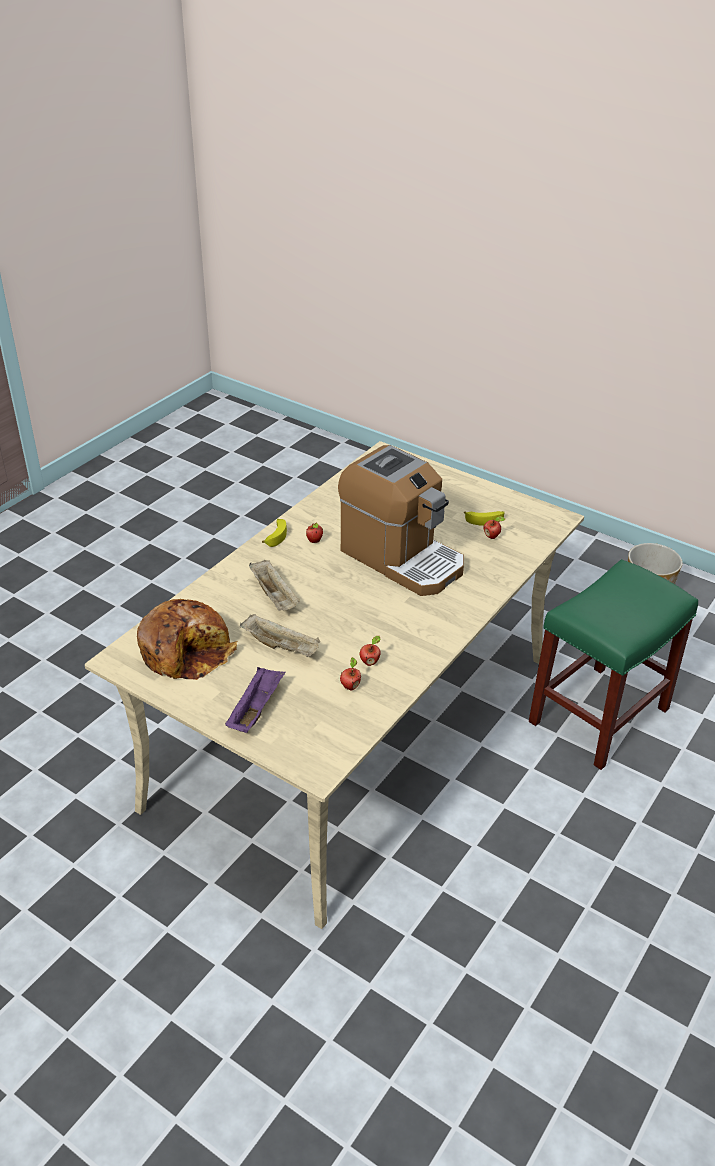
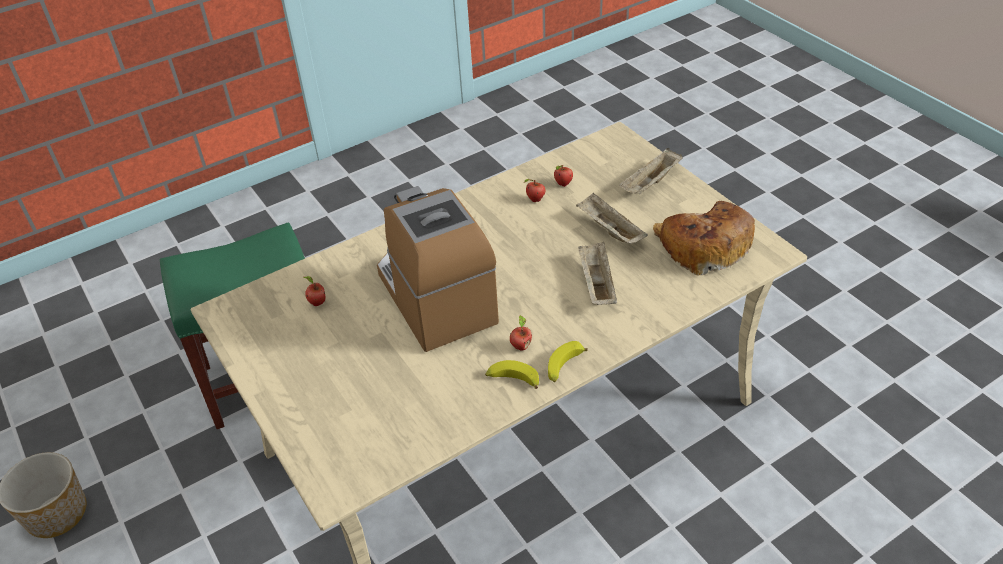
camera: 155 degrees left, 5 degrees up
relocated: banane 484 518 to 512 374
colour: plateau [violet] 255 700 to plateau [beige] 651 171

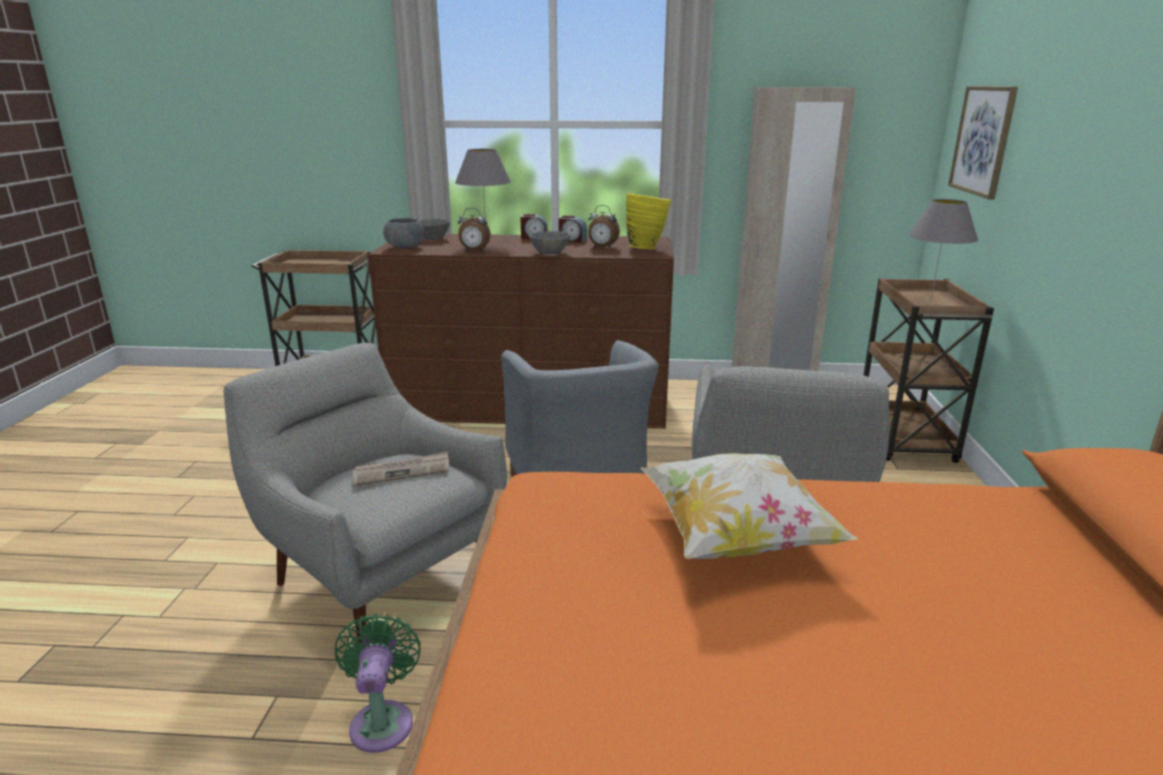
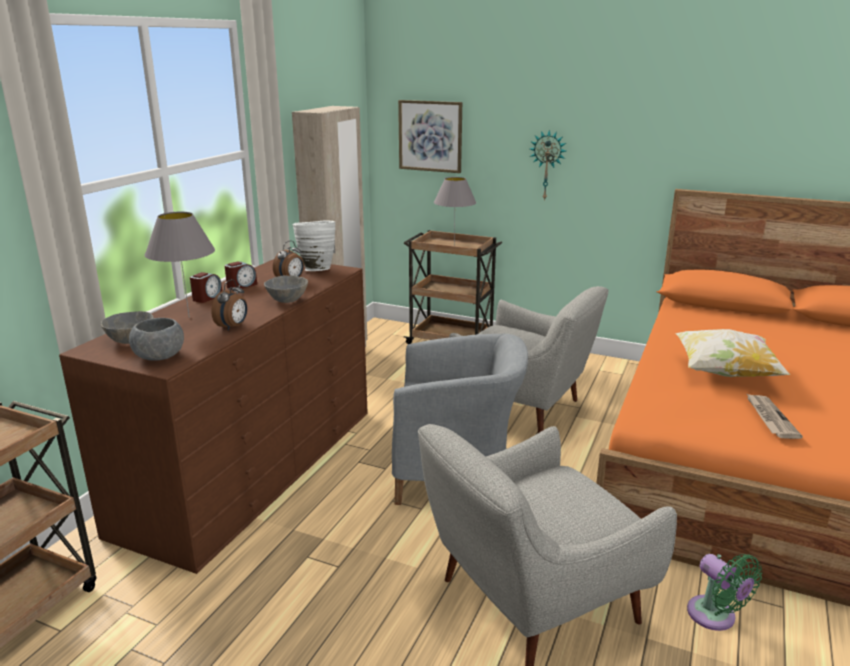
camera: 70 degrees left, 0 degrees up
appeared: horloge murale 548 165
relocated: journal 400 468 to 774 416
colour: vase [jaune] 648 221 to vase [blanc] 313 246
spun: ventilateur [vert] 378 683 = 724 592 135 degrees counterclockwise

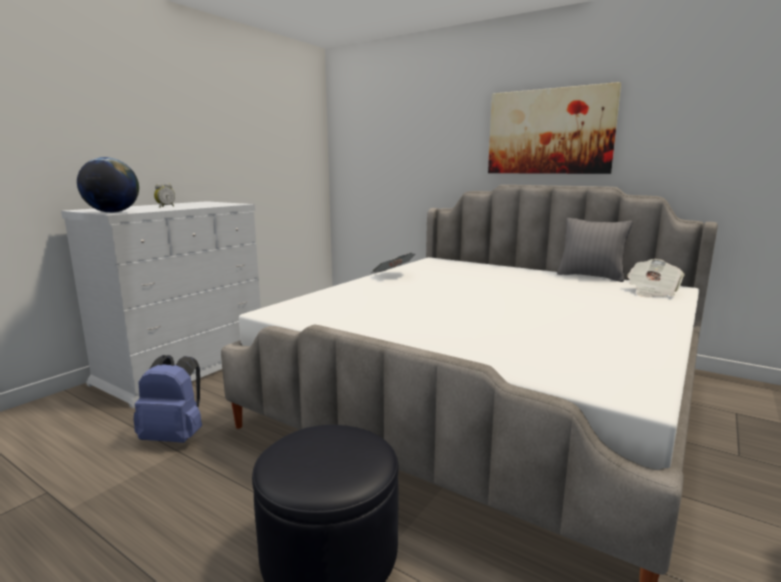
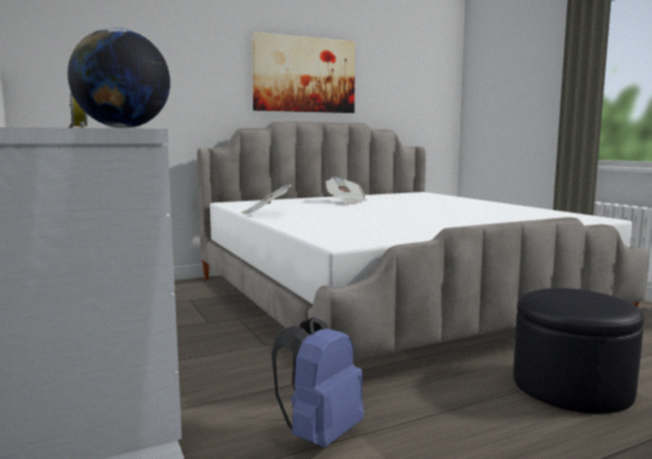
camera: 60 degrees left, 5 degrees down
missing: coussin [gris] 595 250
relocated: journal 655 278 to 345 191

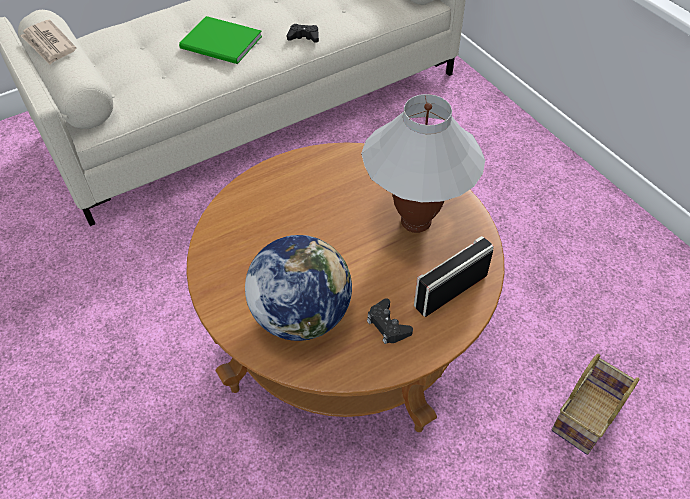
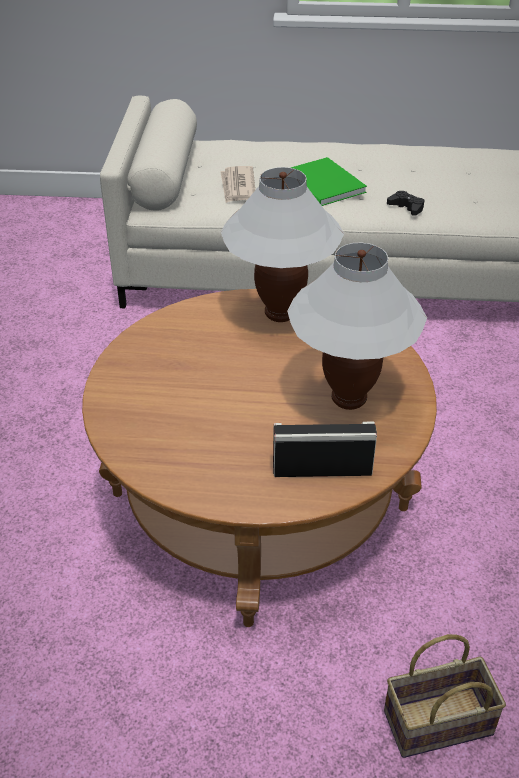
camera: 35 degrees right, 10 degrees down
missing: globe 298 288; manette [noir] 390 321
appeared: lampe de table [blanc] 282 244
relocated: journal 48 42 to 237 184

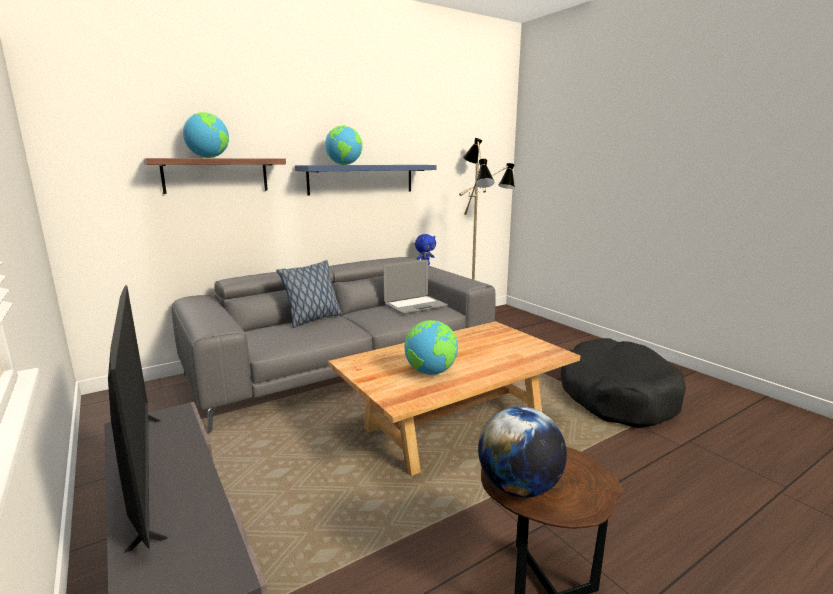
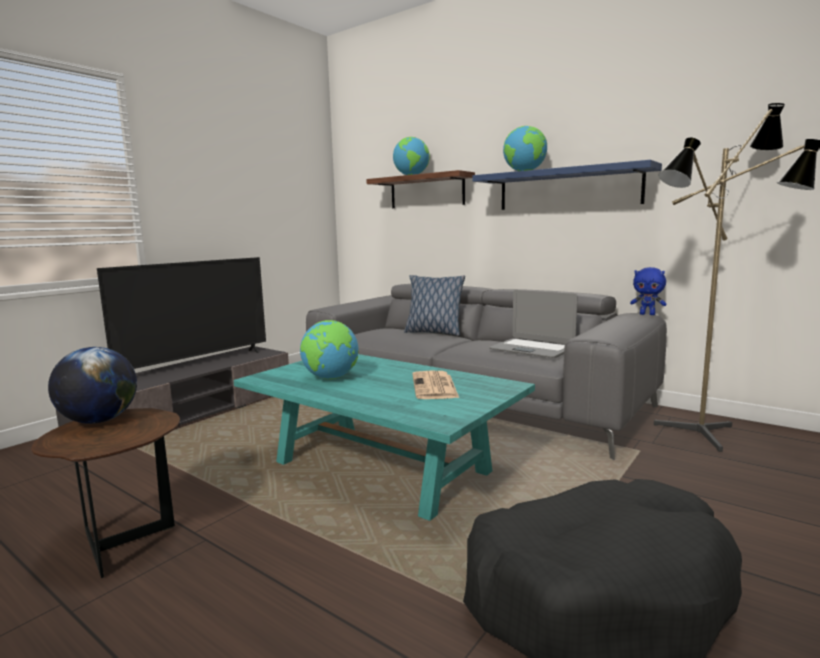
camera: 70 degrees right, 5 degrees down
appeared: journal 435 385
colour: table basse [beige] 454 398 to table basse [turquoise] 384 437

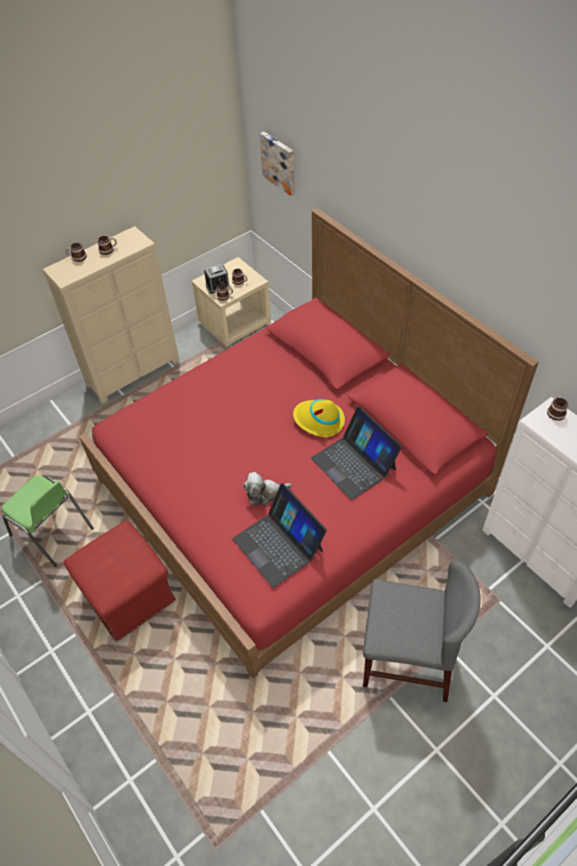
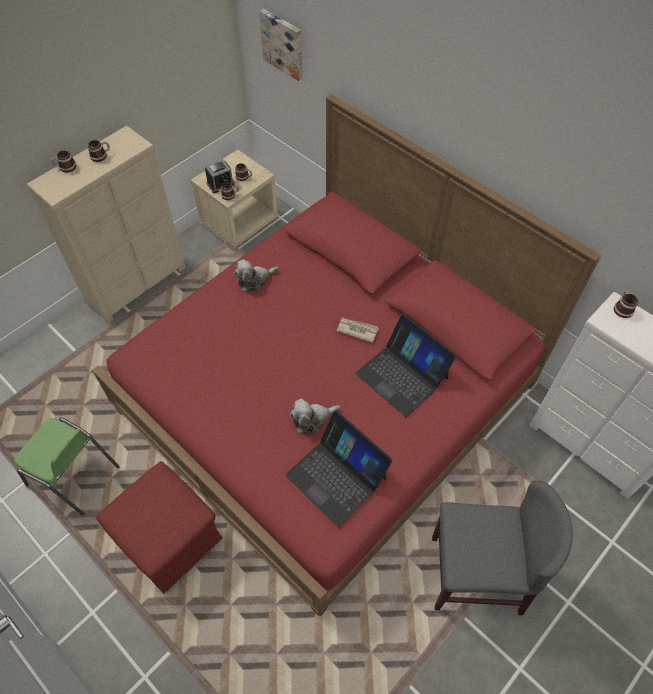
camera: 10 degrees left, 5 degrees up
appeared: peluche 256 275
exchanged: chapeau [jaune] 319 418 to journal 358 330

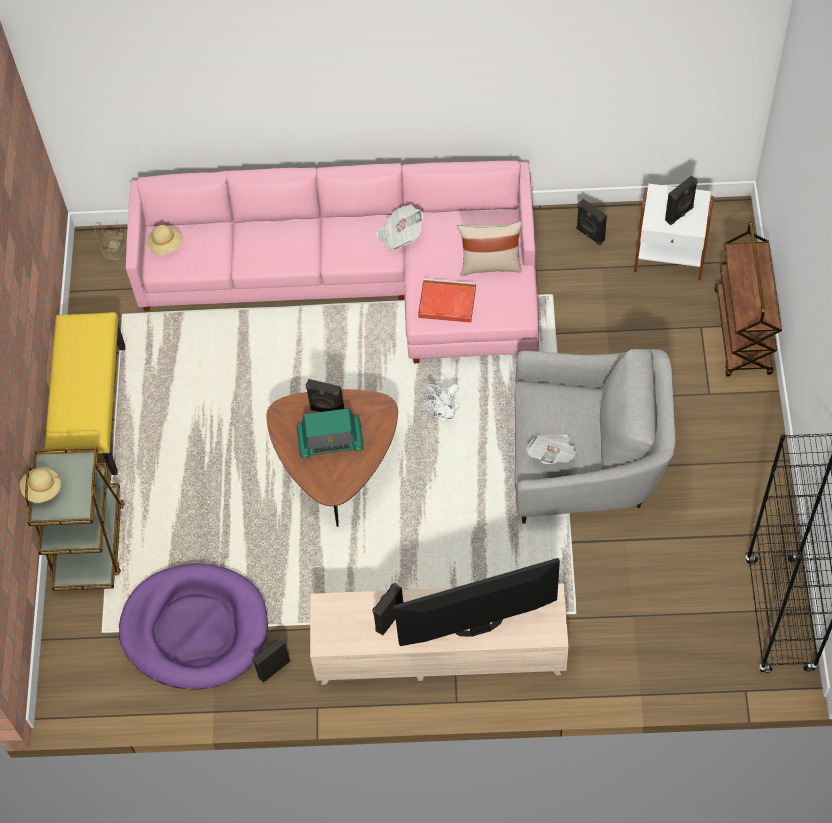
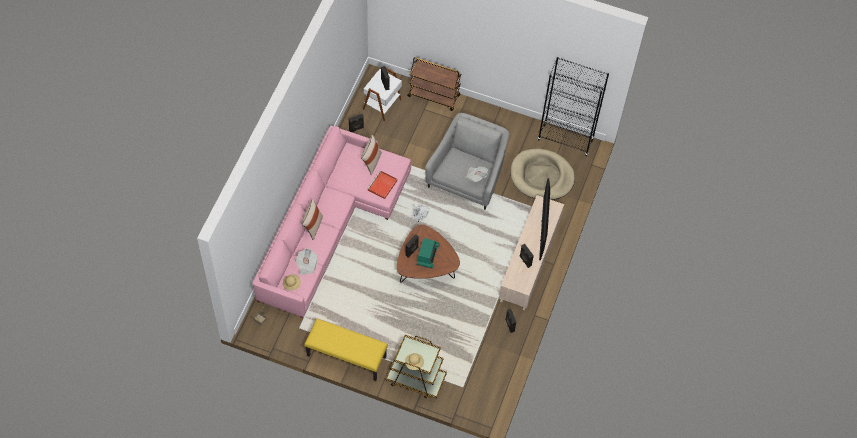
camera: 75 degrees left, 0 degrees up
missing: panier pour chien [violet] 193 626
appeared: panier pour chien [beige] 543 174; coussin [beige] 312 219
relocated: journal 399 228 to 306 261

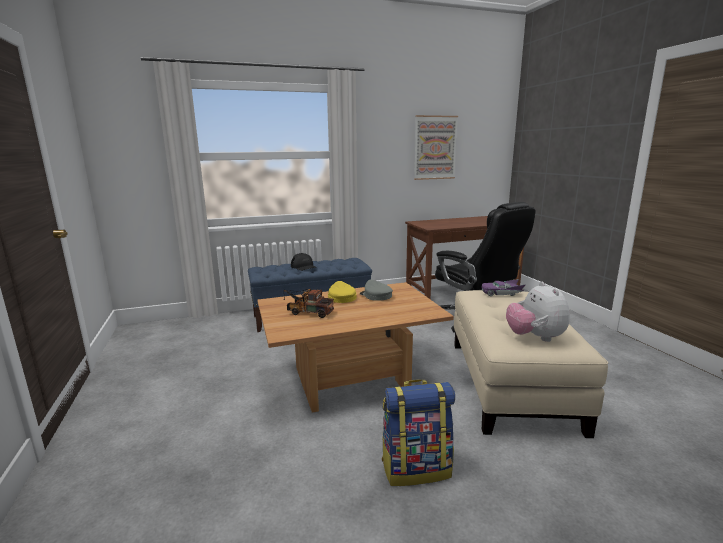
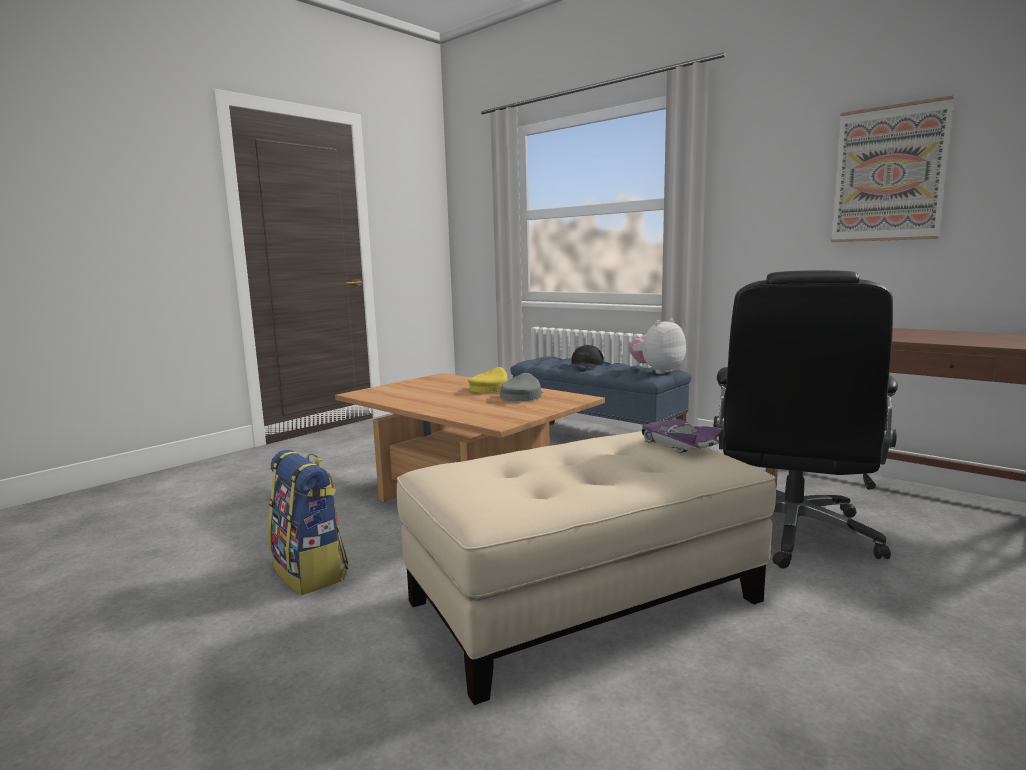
camera: 60 degrees right, 5 degrees down
missing: camion jouet 308 303
relocated: peluche 538 312 to 657 346

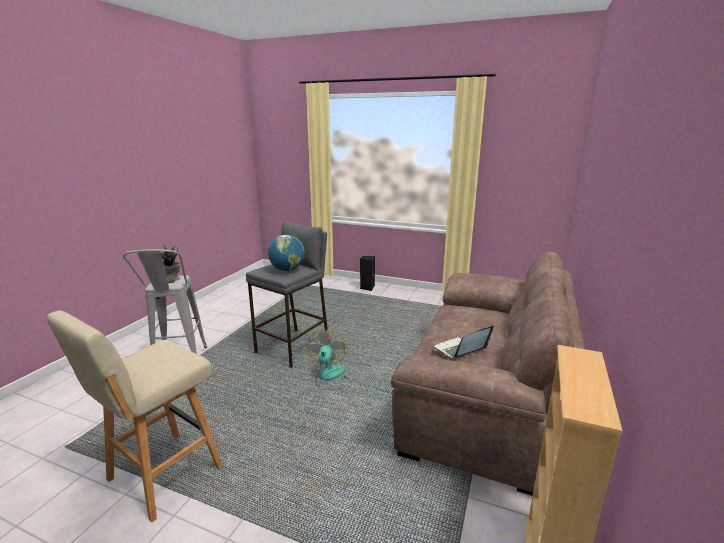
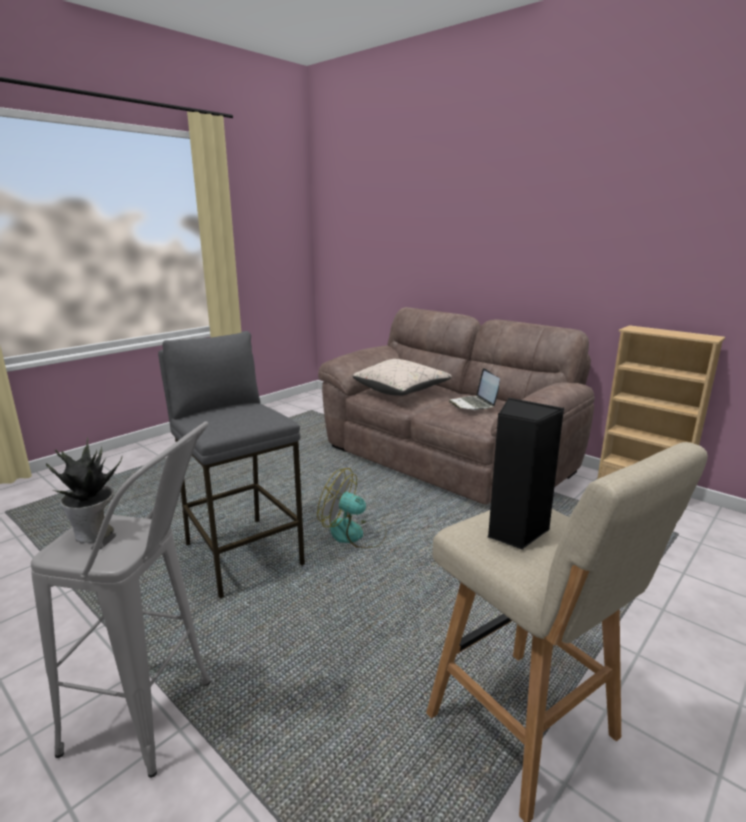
camera: 70 degrees left, 0 degrees up
missing: globe 286 253
appeared: coussin [beige] 402 377
relocated: enceinte [noir] 367 273 to 526 474

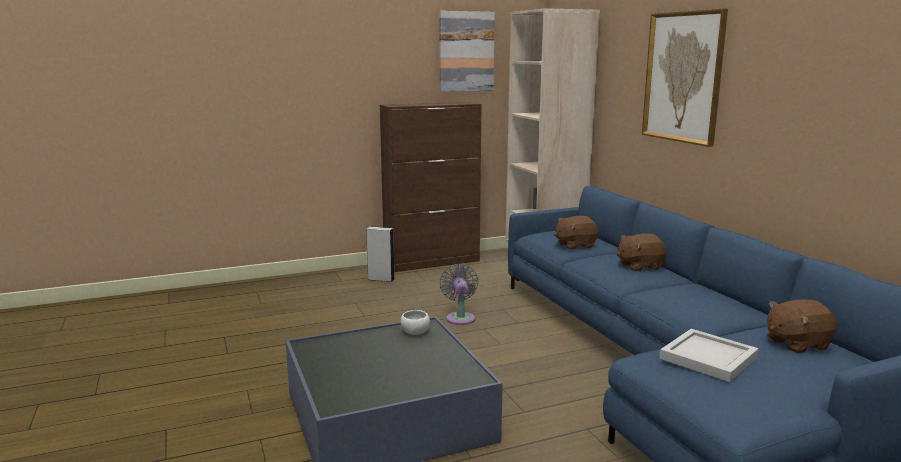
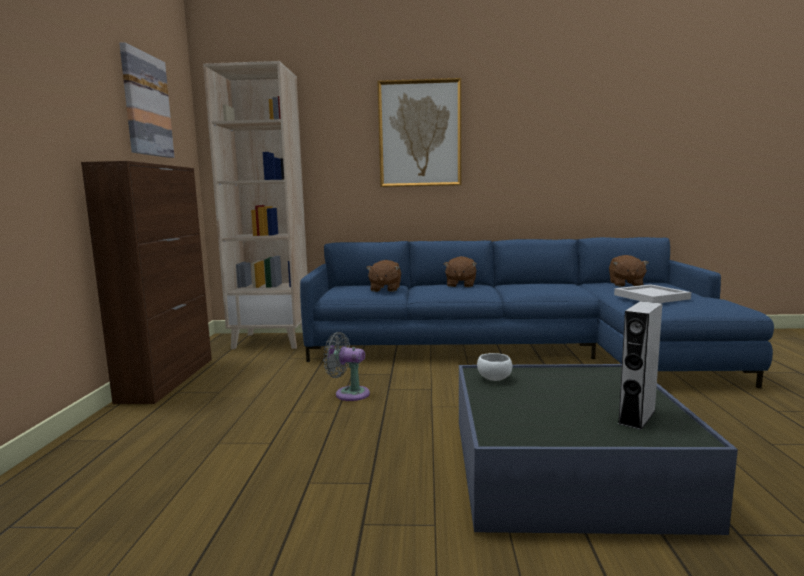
camera: 65 degrees left, 5 degrees down
relocated: enceinte [gris] 380 254 to 640 365

